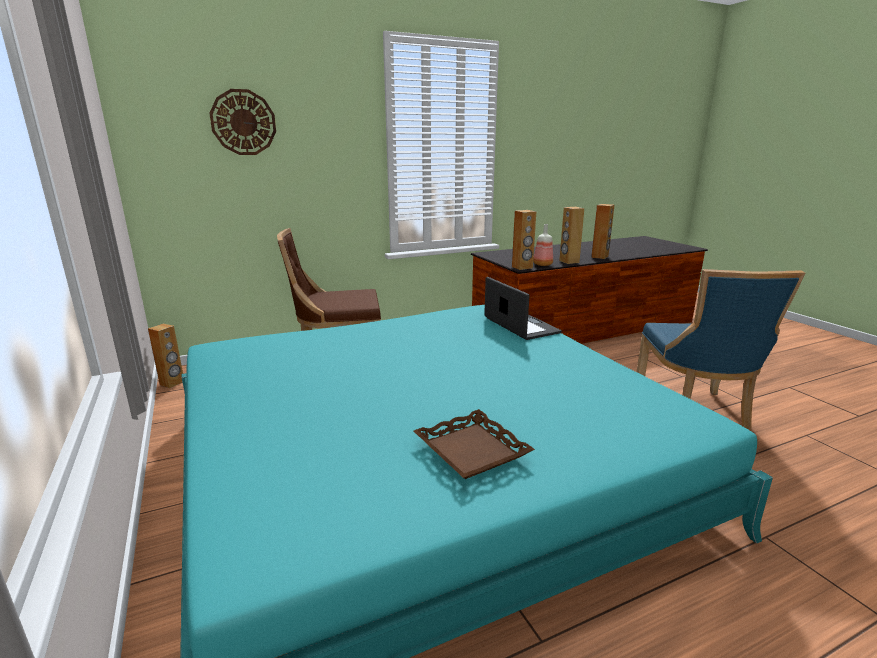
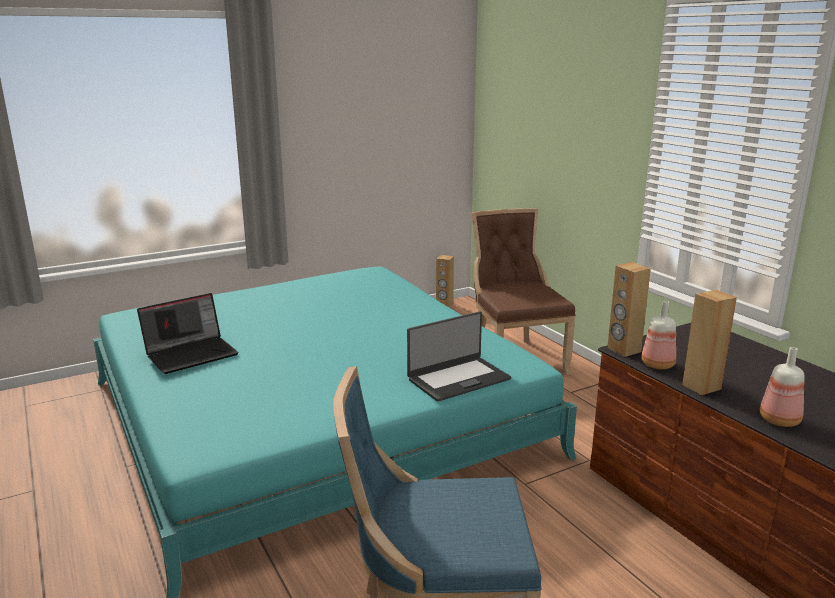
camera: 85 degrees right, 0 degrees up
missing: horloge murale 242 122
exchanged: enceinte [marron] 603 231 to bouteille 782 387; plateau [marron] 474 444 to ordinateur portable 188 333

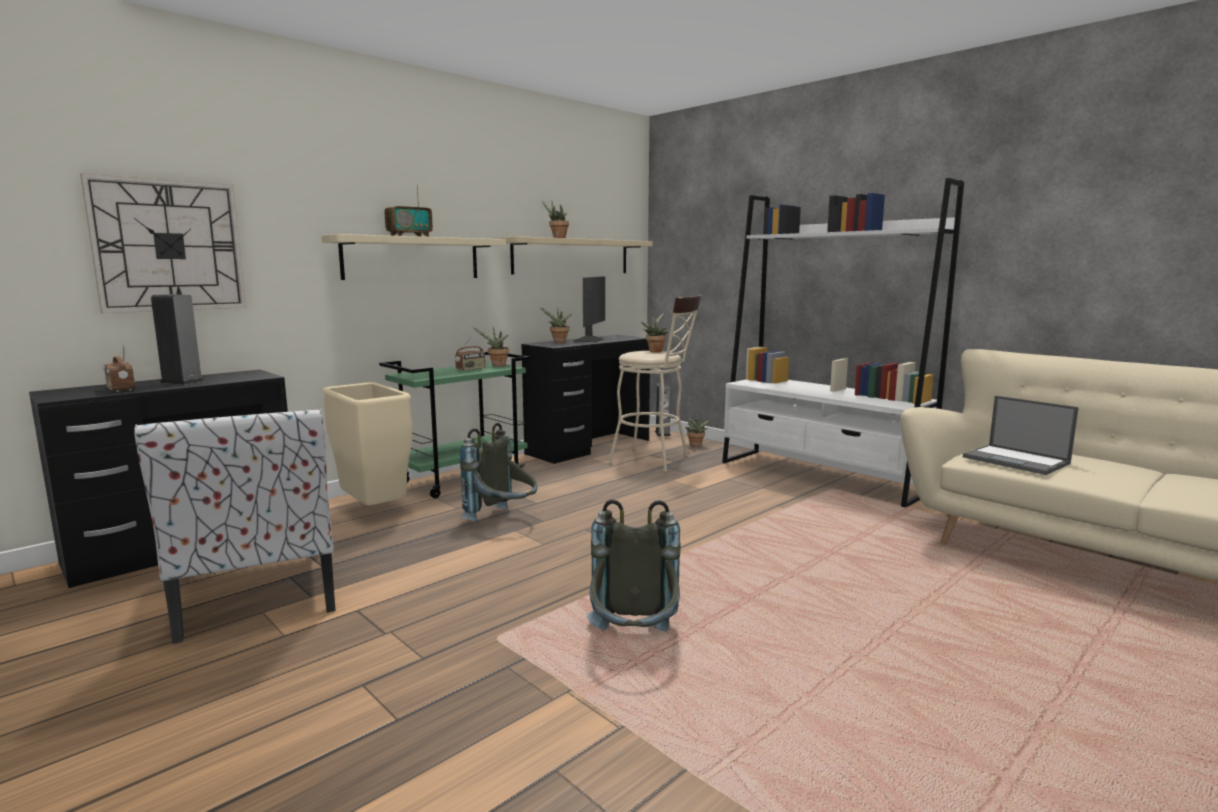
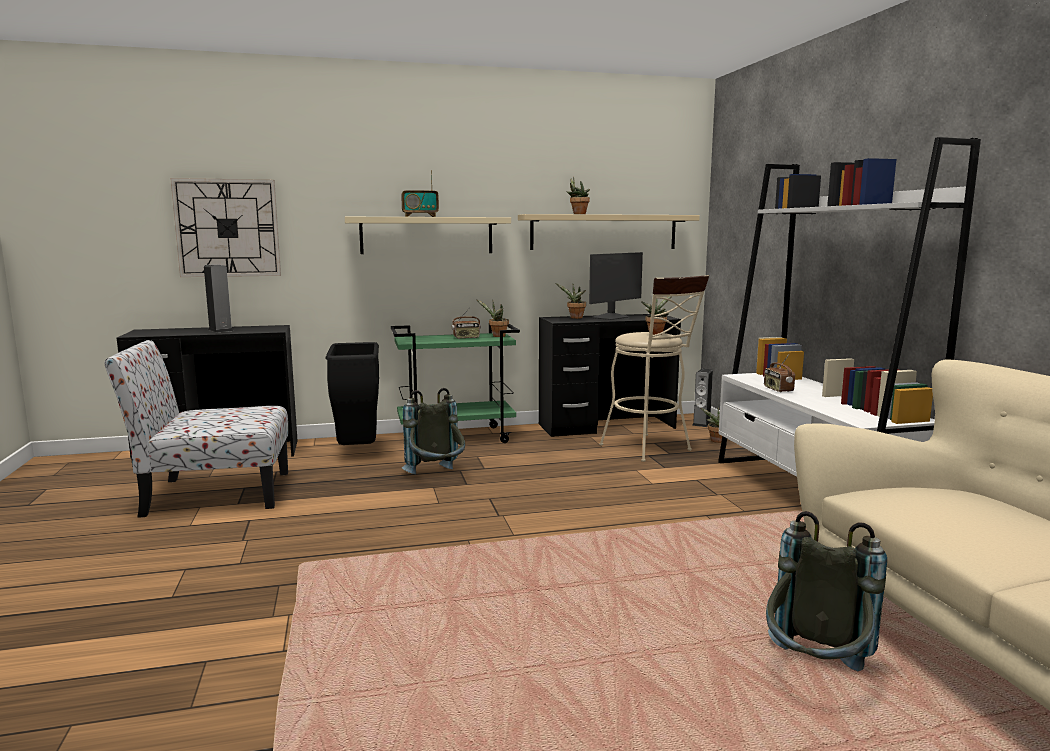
camera: 30 degrees right, 0 degrees up
missing: ordinateur portable 1021 435
relocated: radio 119 368 to 779 373; sac à dos [gris] 633 565 to 826 591
colour: poubelle [beige] 368 443 to poubelle [noir] 352 393
spun: chaise 234 526 = 196 429 75 degrees clockwise

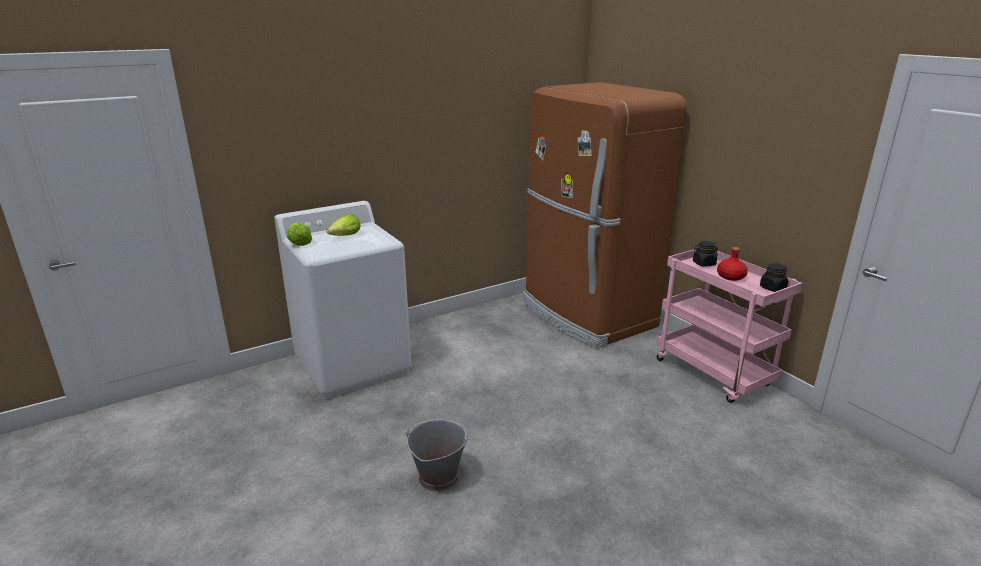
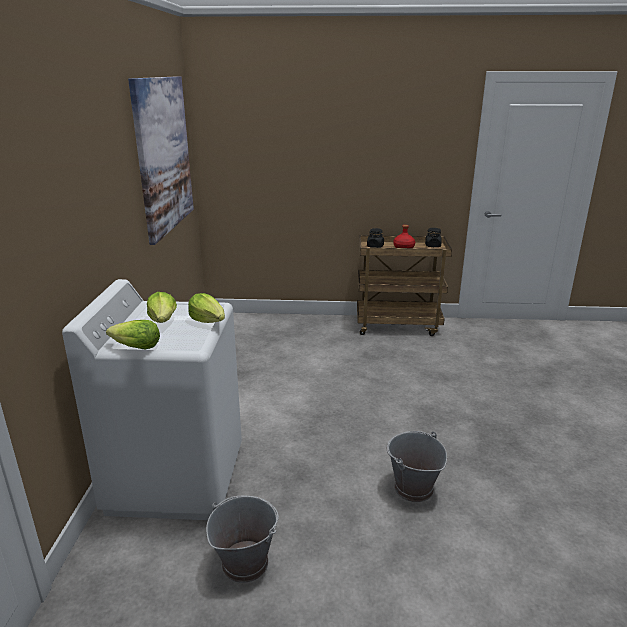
camera: 55 degrees left, 0 degrees up
missing: réfrigérateur [marron] 604 215
appeared: tableau 161 160; laitue 206 308; seau [gris] 242 539
colour: chariot [rose] 730 326 to chariot [marron] 404 285

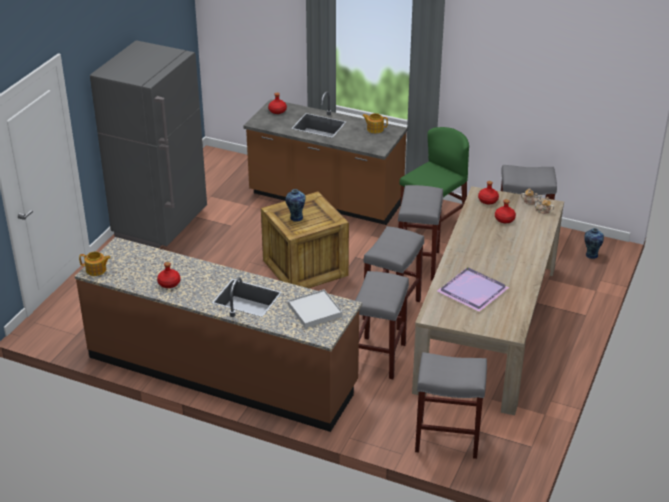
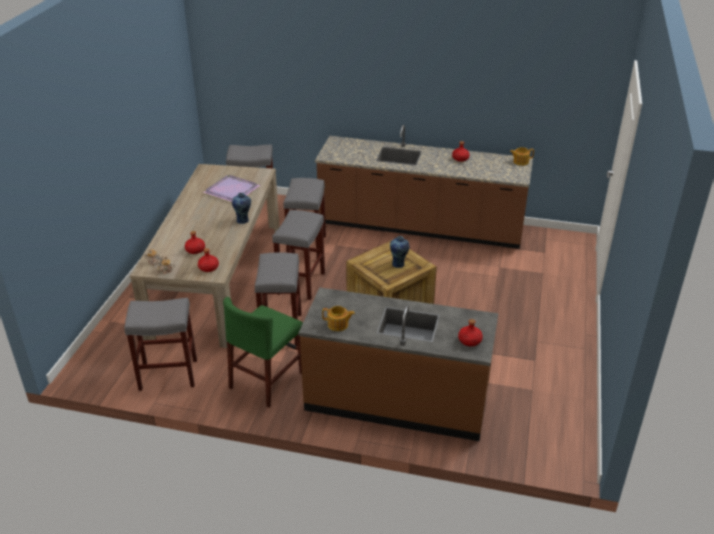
camera: 170 degrees right, 0 degrees up
missing: réfrigérateur [gris] 148 144; plateau [blanc] 315 308
relocated: vase 594 243 to 241 208

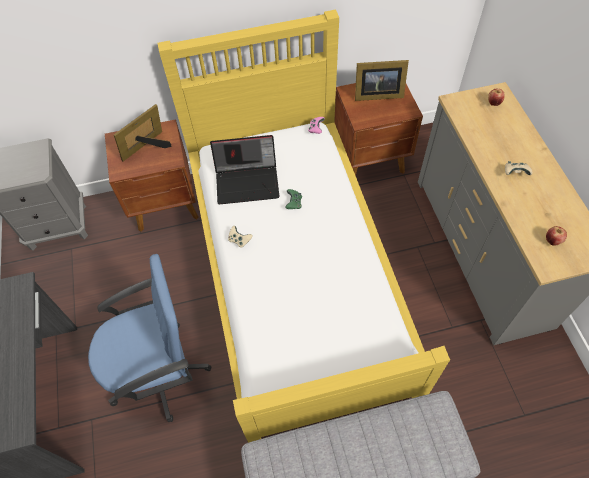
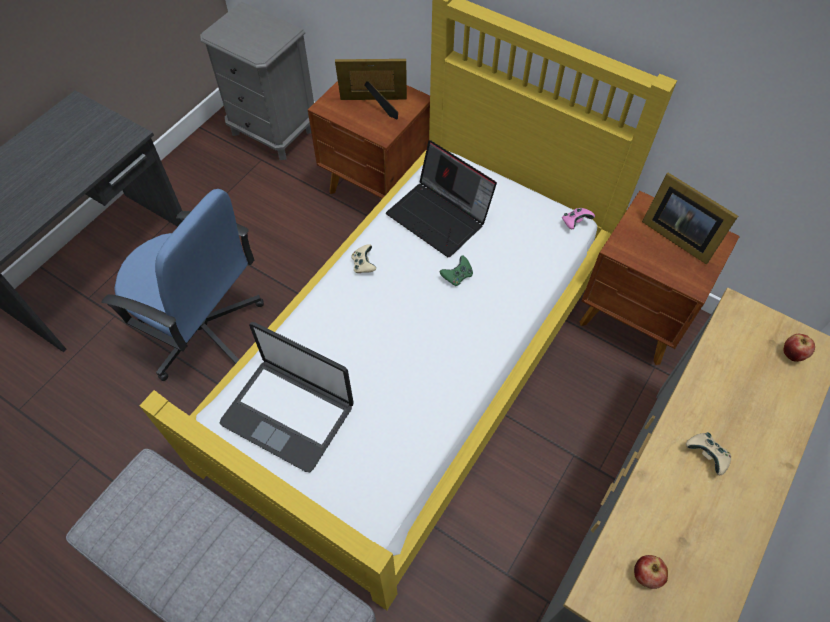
camera: 45 degrees right, 0 degrees up
appeared: ordinateur portable 287 397

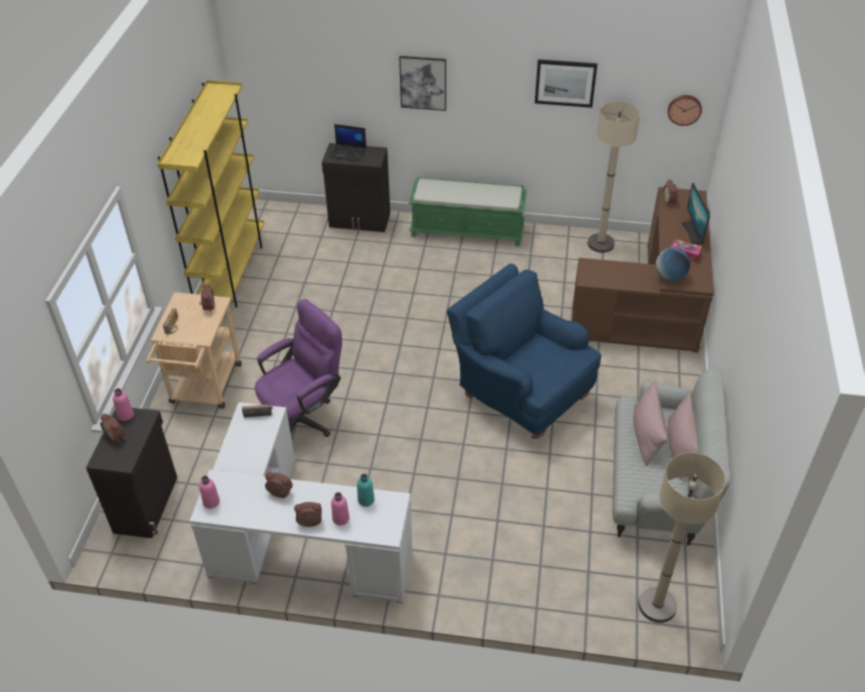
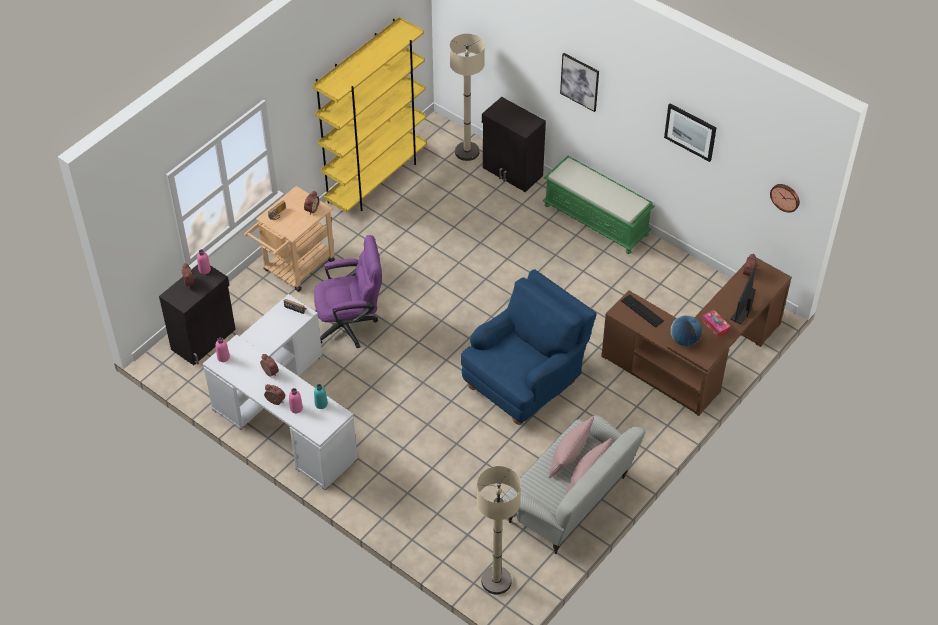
camera: 30 degrees right, 5 degrees up
missing: ordinateur portable 347 143
appeared: clavier 642 311
relocated: lampadaire [beige] 614 177 to 467 97
spun: fauteuil [bleu] 524 351 = 529 347 60 degrees clockwise

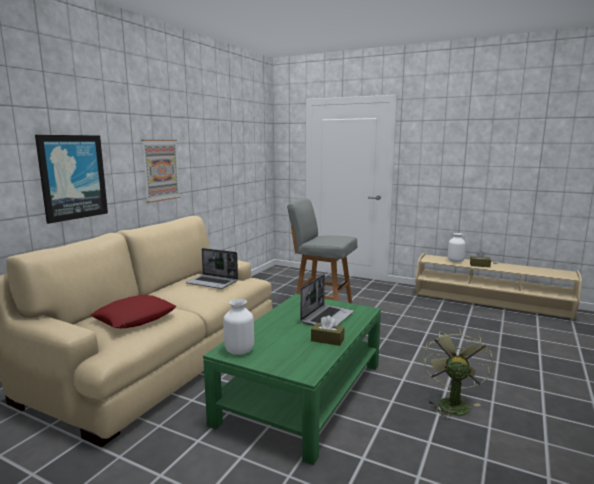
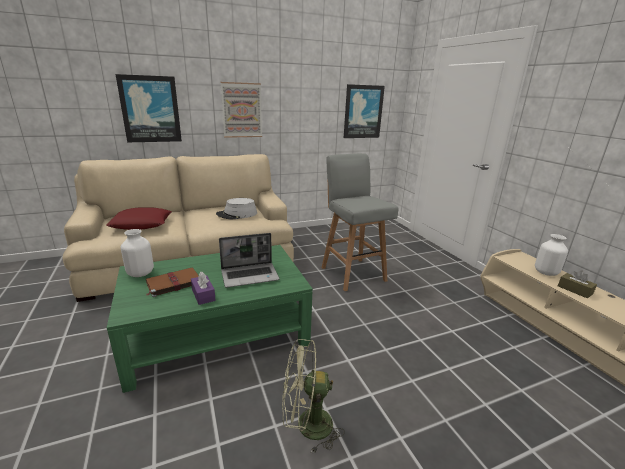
camera: 40 degrees right, 10 degrees up
appeared: tableau 364 111; livre [marron] 172 282
exchanged: ordinateur portable 212 268 to chapeau [gris] 236 208
colour: boîte à mouchoirs [marron] 327 330 to boîte à mouchoirs [violet] 203 288
spun: ventilateur [vert] 458 374 = 313 396 150 degrees counterclockwise

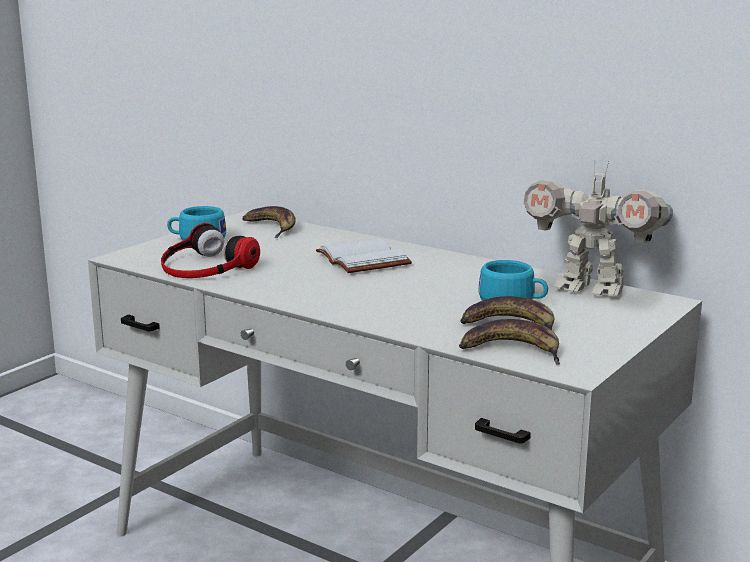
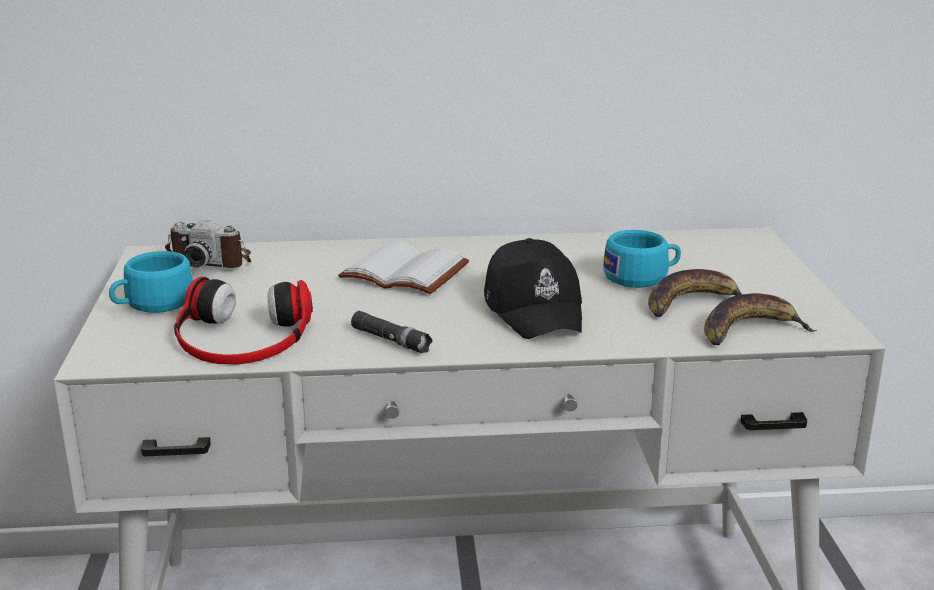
camera: 40 degrees left, 5 degrees up
missing: robot jouet 598 228
appeared: casquette [noir] 533 288; lampe de poche [noir] 392 332
exchanged: banane 269 222 to appareil photo 208 244

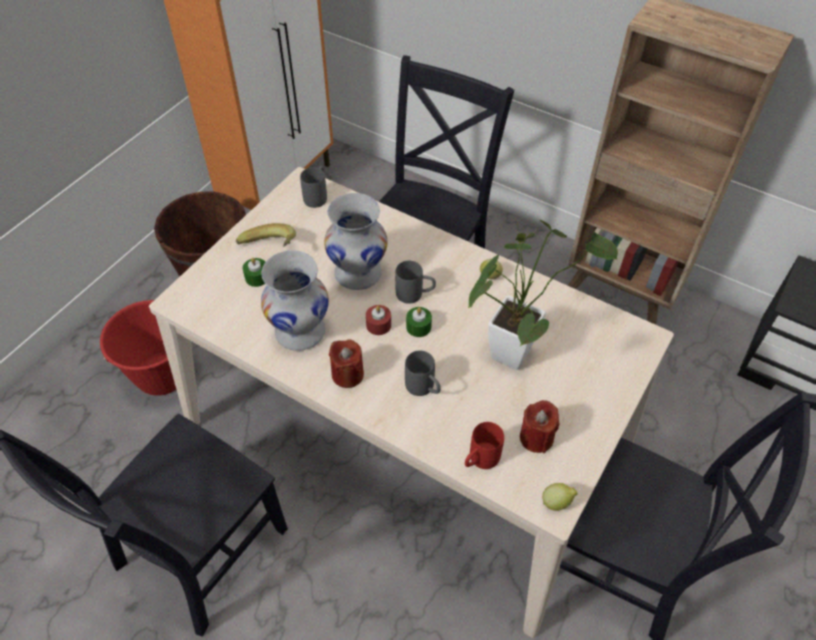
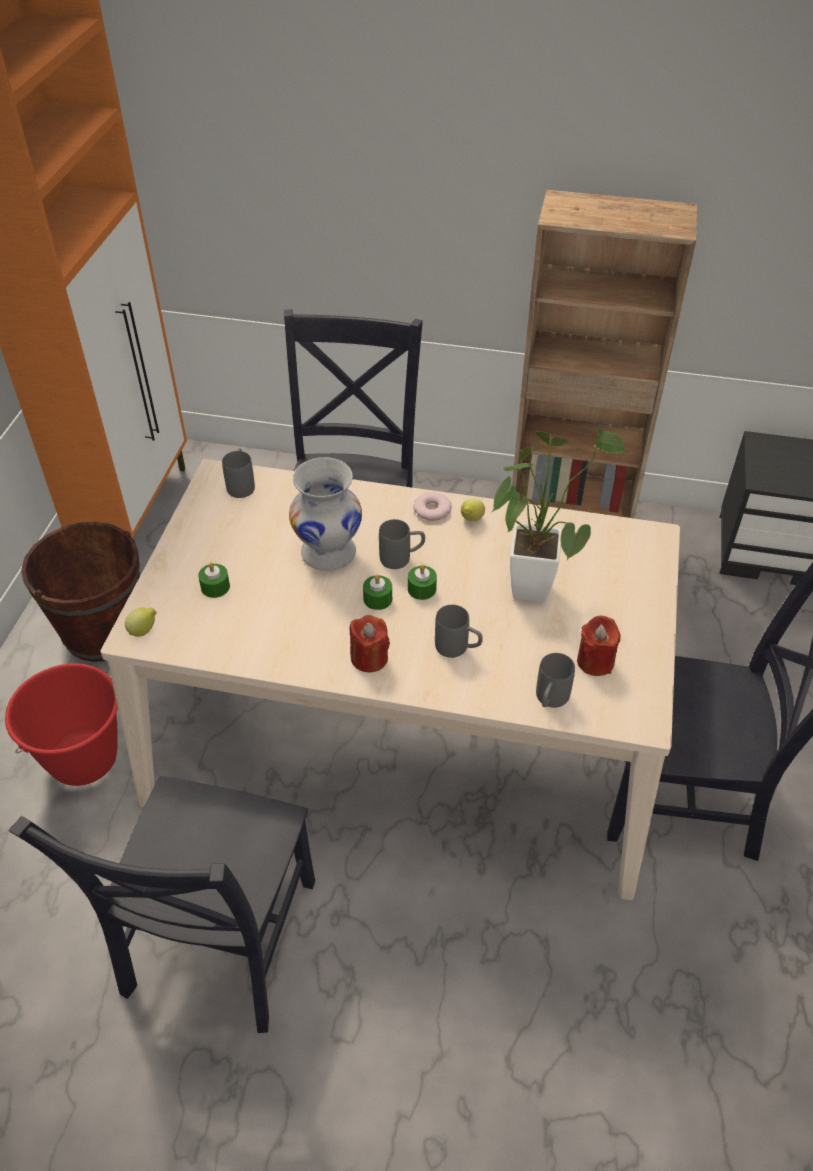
camera: 20 degrees left, 5 degrees down
missing: banane 266 235; vase [blanc] 295 300
appeared: beignet 432 506
relocated: citron 560 497 to 141 622
colour: bougie [rouge] 378 320 to bougie [vert] 377 592; mug [rouge] 484 445 to mug [gris] 555 680

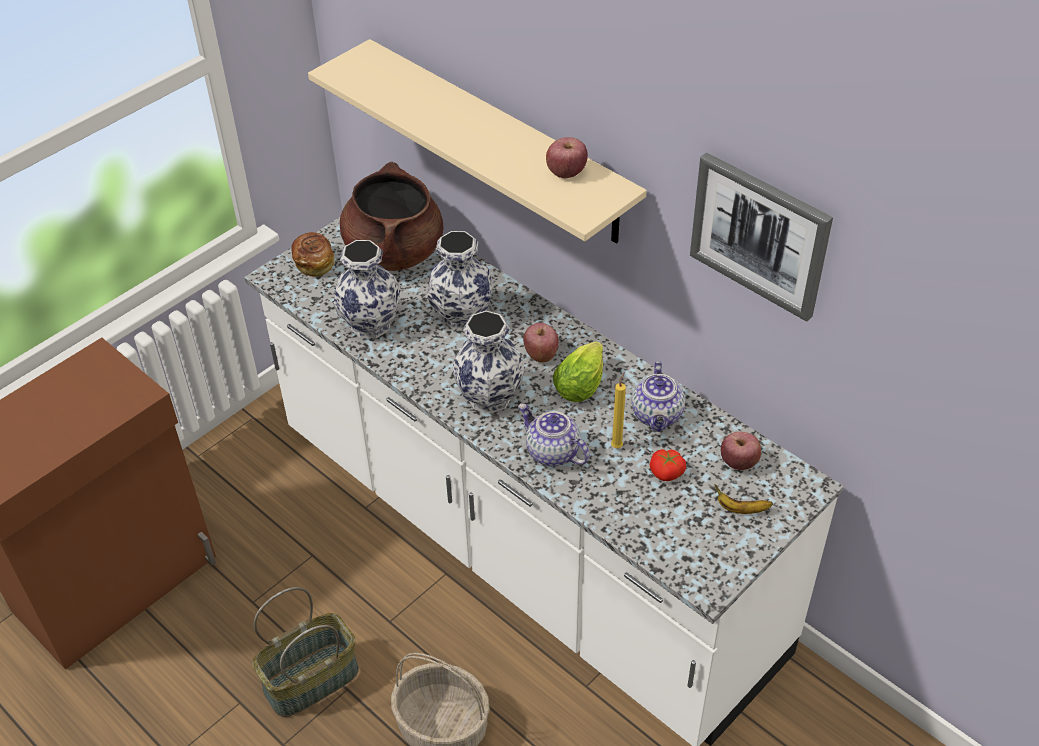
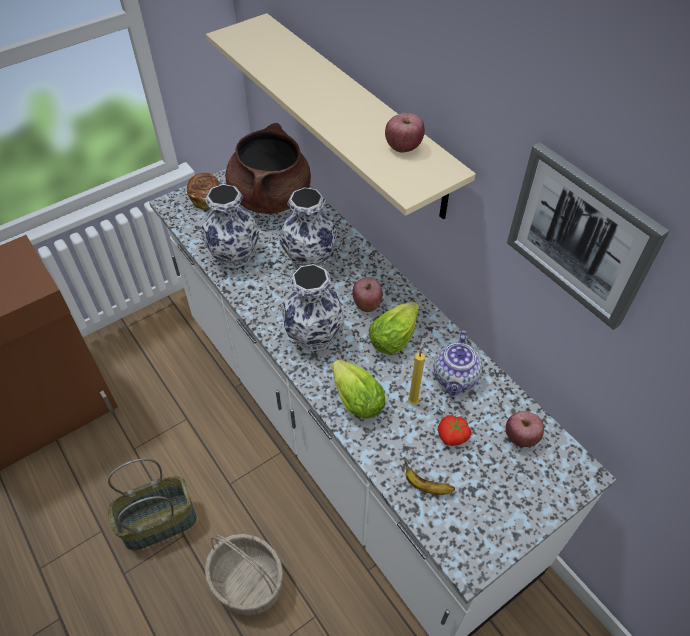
camera: 10 degrees right, 5 degrees up
relocated: banane 744 499 to 429 477
exchanged: théière 554 435 to laitue 359 389

